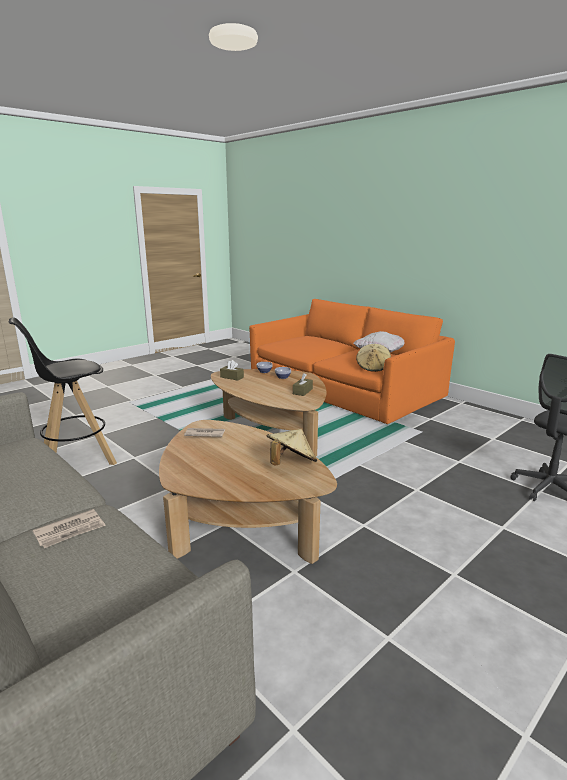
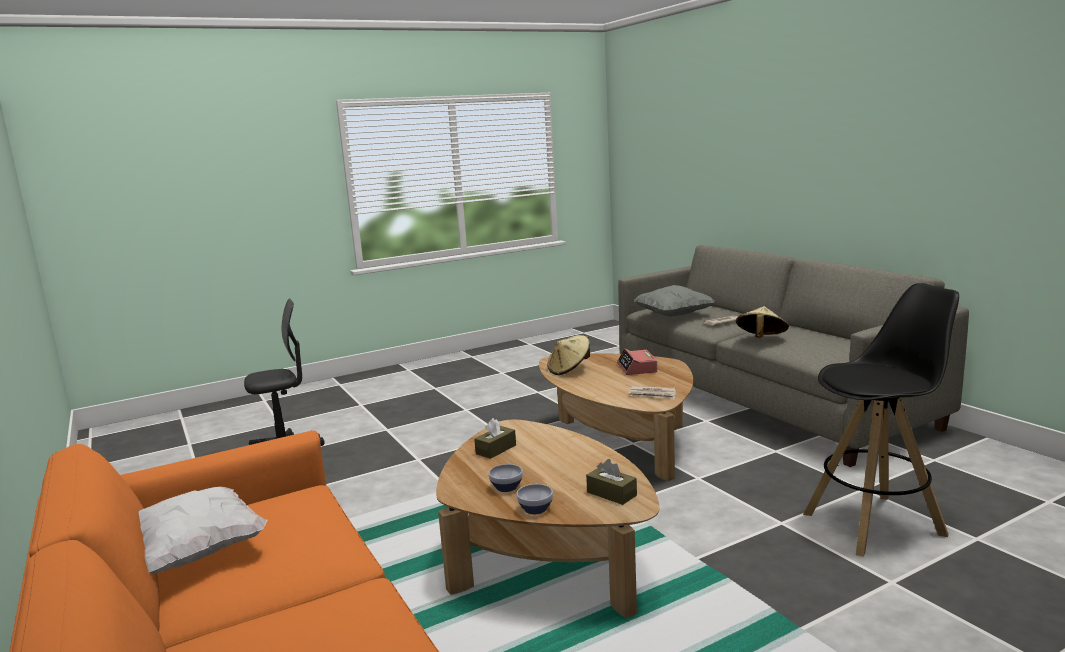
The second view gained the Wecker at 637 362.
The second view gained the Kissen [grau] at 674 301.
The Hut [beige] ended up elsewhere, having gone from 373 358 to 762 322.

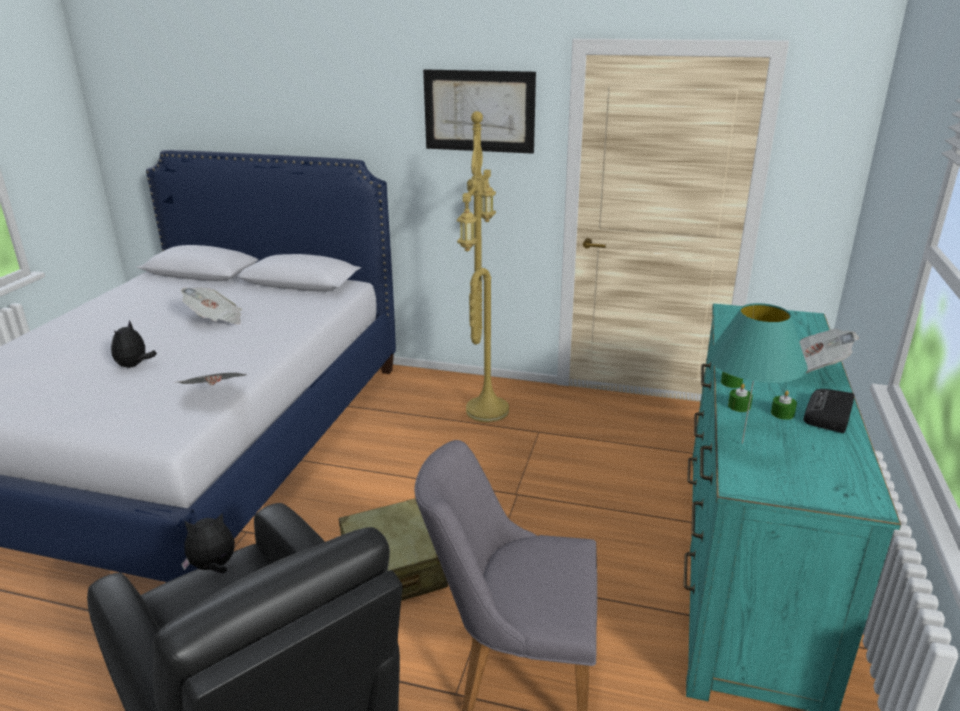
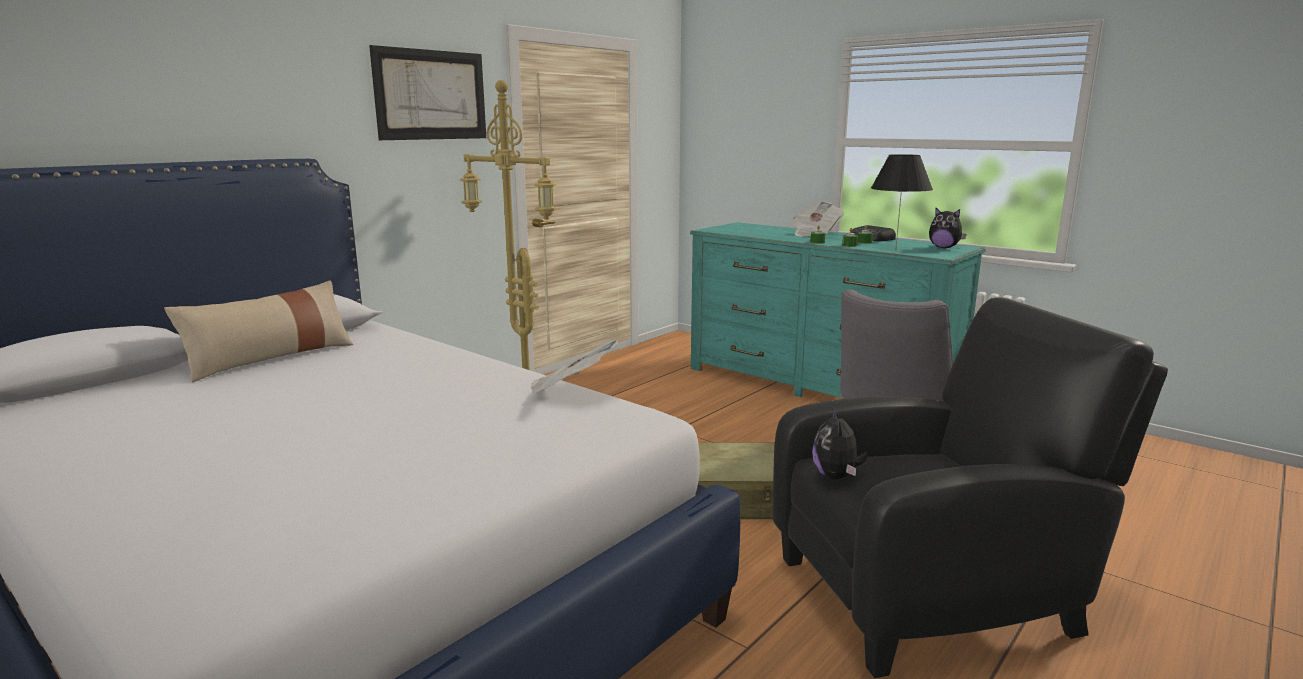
The second view gained the Kissen [beige] at 258 331.
What was the Tischlampe [türkis] at 758 373 turned into the Tischlampe [schwarz] at 902 202.
The Plüschtier ended up elsewhere, having gone from 134 344 to 948 228.
The second view lost the Zeitung at 211 305.

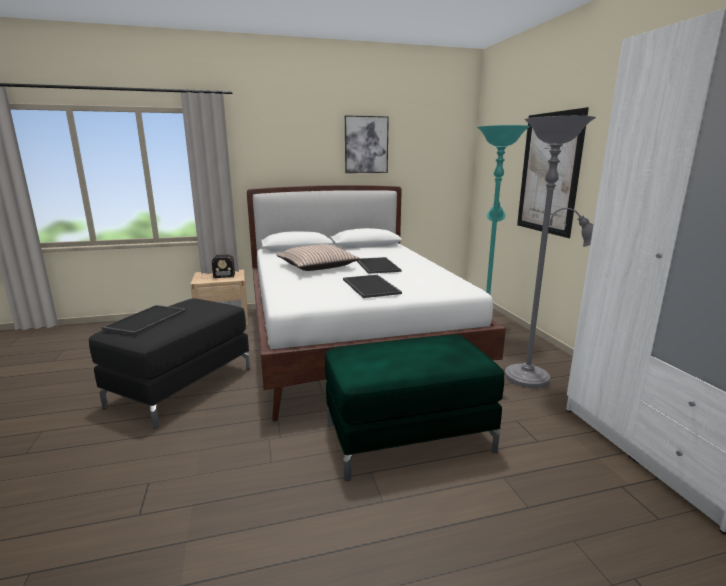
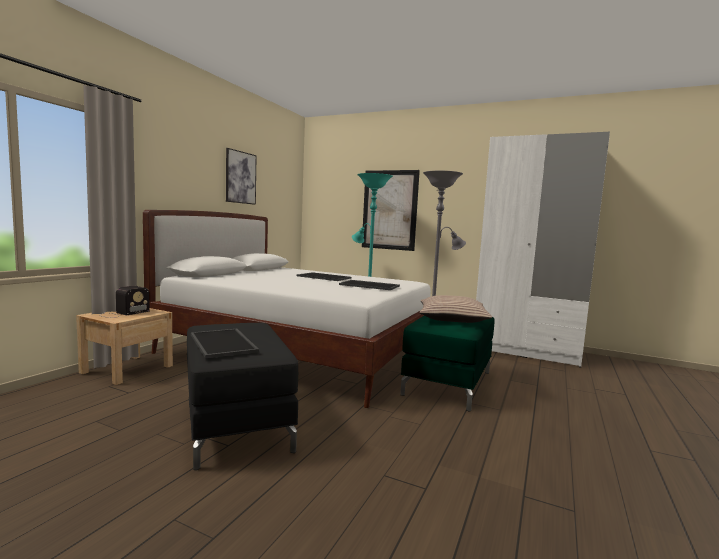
The Kissen ended up elsewhere, having gone from 318 257 to 456 309.

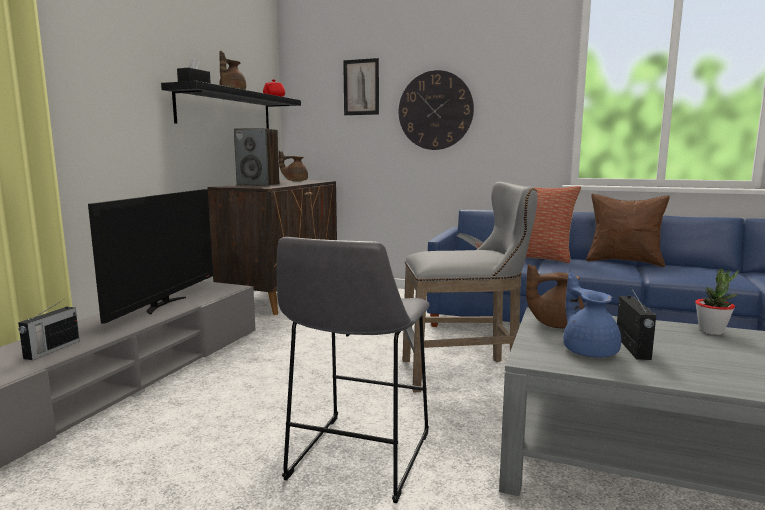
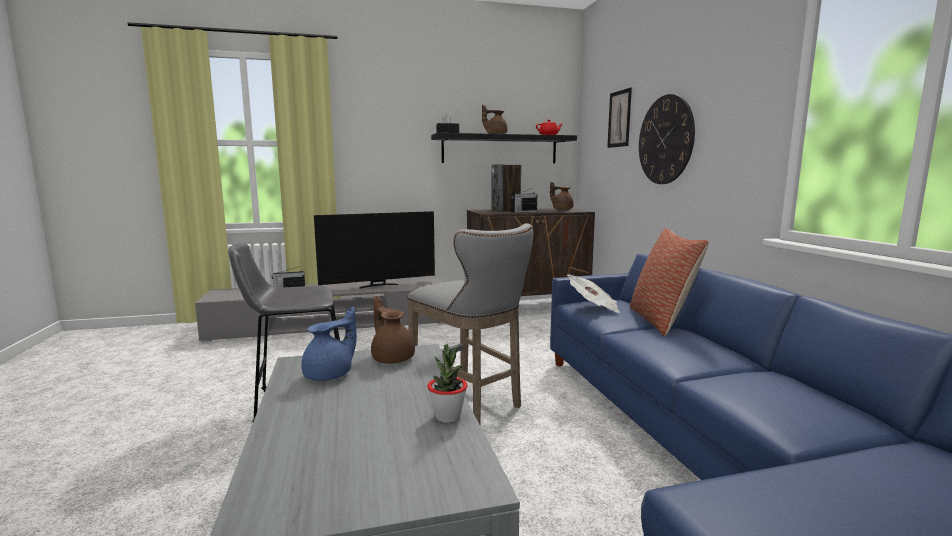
The Radio ended up elsewhere, having gone from 636 323 to 524 200.
The second view lost the Kissen [braun] at 628 230.

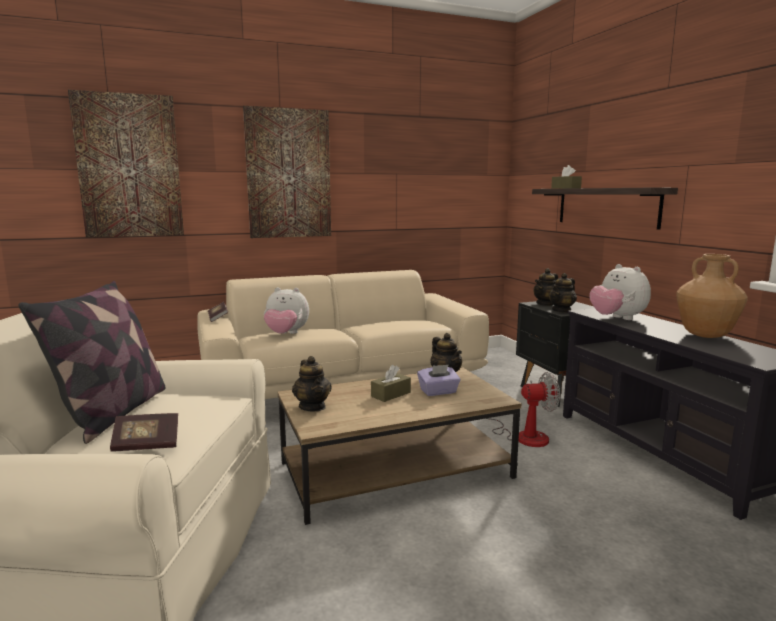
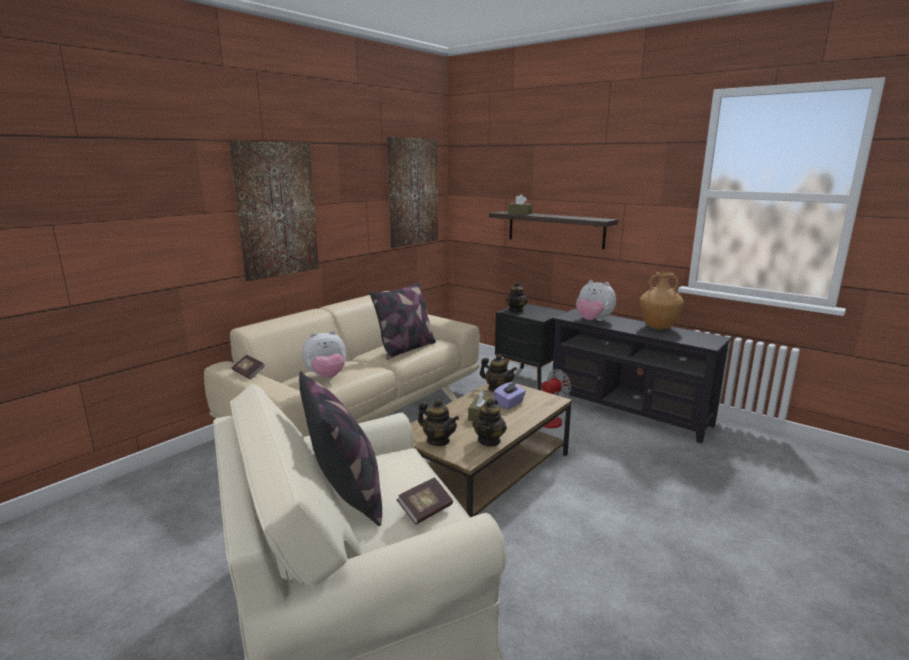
The second view gained the Kissen at 402 320.
The Bild ended up elsewhere, having gone from 126 163 to 412 192.
The Teekanne ended up elsewhere, having gone from 563 293 to 489 423.

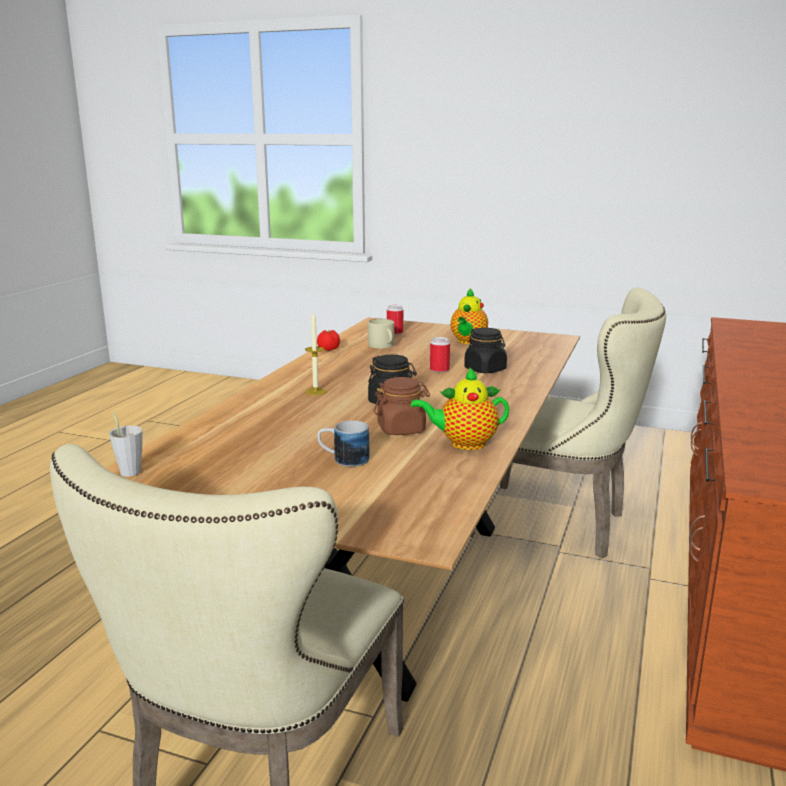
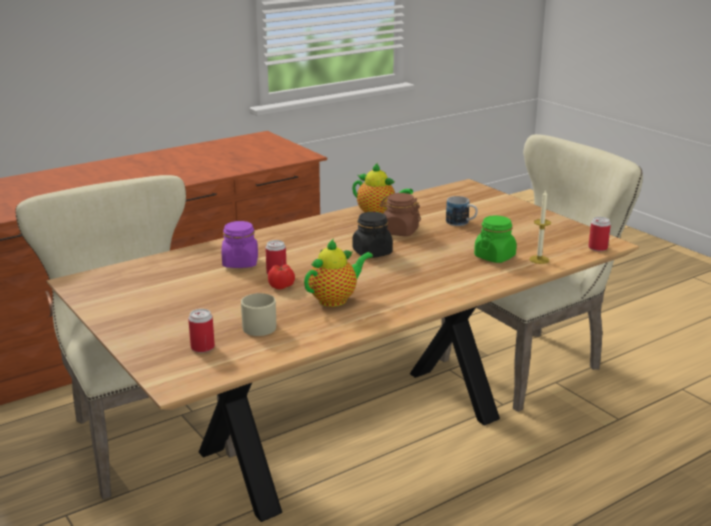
What was the Vorratsglas [schwarz] at 485 350 turned into the Vorratsglas [lila] at 240 244.
The Tomate ended up elsewhere, having gone from 328 340 to 281 276.
The Teekanne ended up elsewhere, having gone from 469 316 to 338 272.
The second view gained the Vorratsglas [grün] at 495 239.
The Kerze ended up elsewhere, having gone from 316 354 to 540 226.
Where the Tasse [grau] stood at 126 444, the Dose came to stand at 600 234.

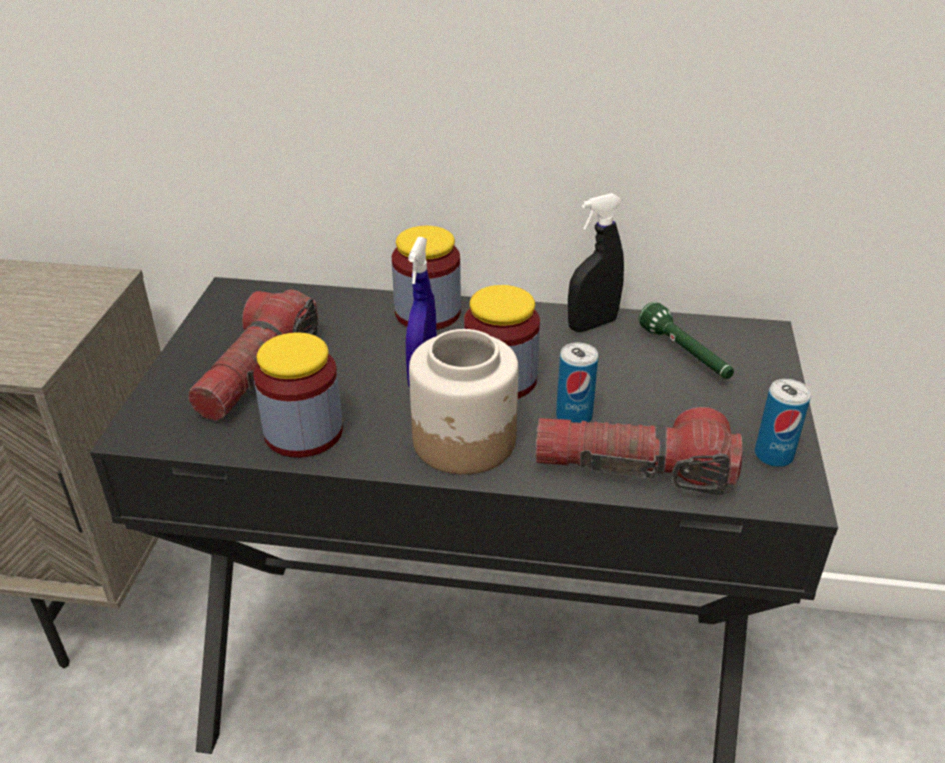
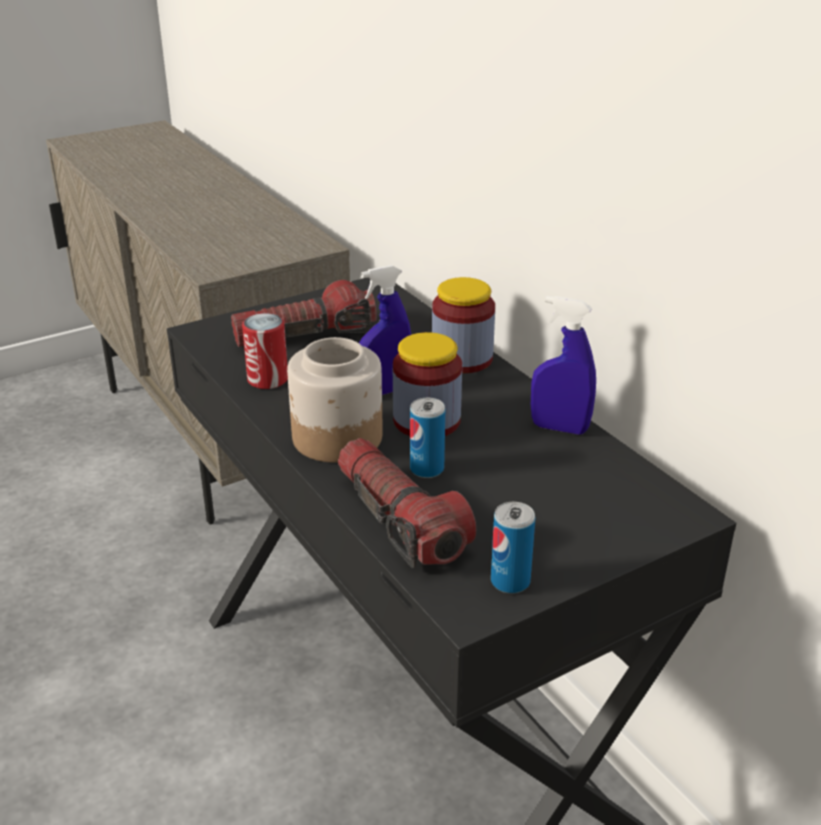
Where the Vorratsglas stood at 298 395, the Dose came to stand at 265 351.
What was the Sprühflasche [schwarz] at 596 262 turned into the Sprühflasche [blau] at 563 365.
The second view lost the Taschenlampe [grün] at 686 340.

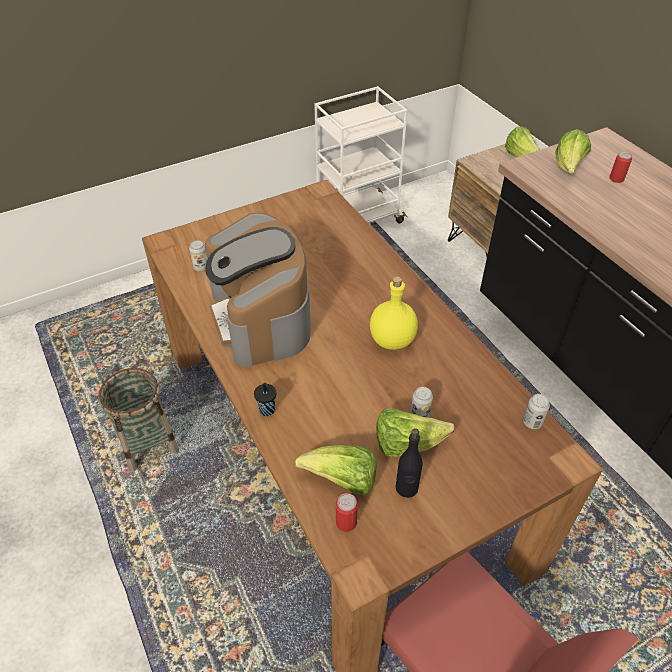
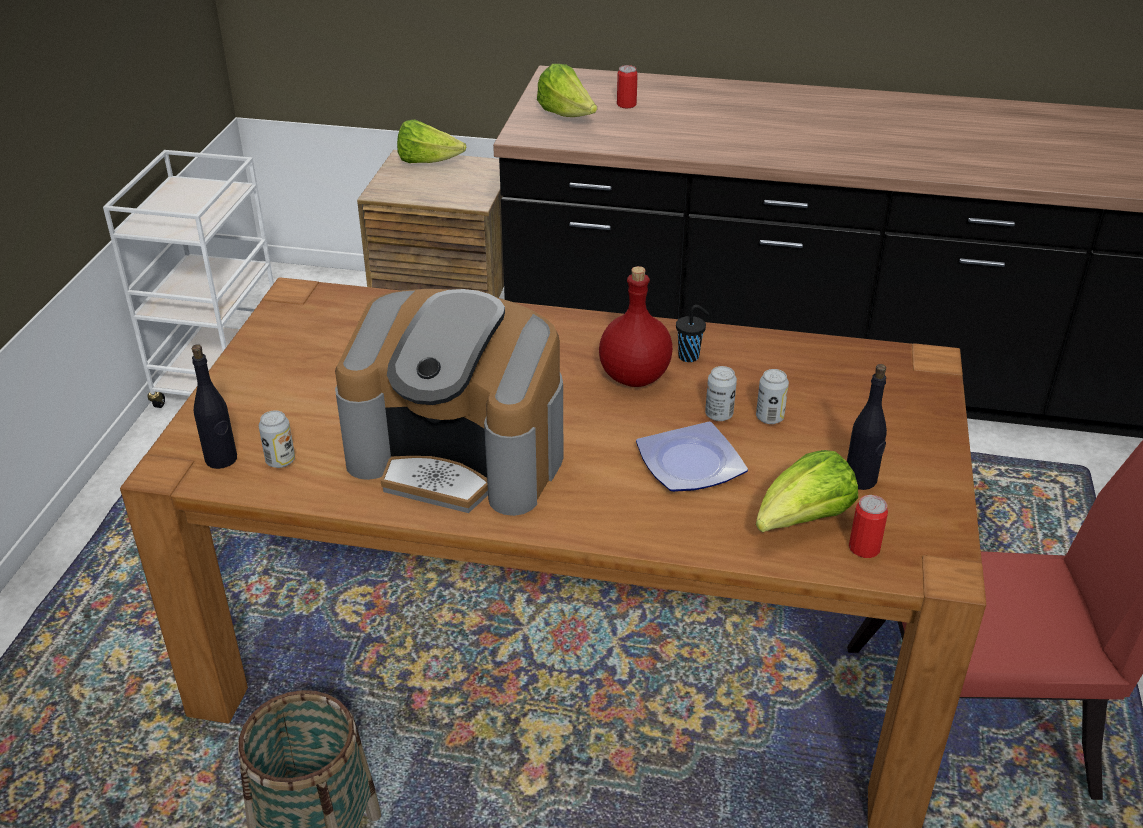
The second view gained the Flasche [schwarz] at 214 406.
What was the Flasche [gelb] at 394 313 turned into the Flasche [rot] at 636 326.
The second view gained the Teller at 692 456.
The Tasse [schwarz] ended up elsewhere, having gone from 265 399 to 692 333.
The Dose ended up elsewhere, having gone from 536 411 to 721 393.
The second view lost the Salatkopf at 415 432.

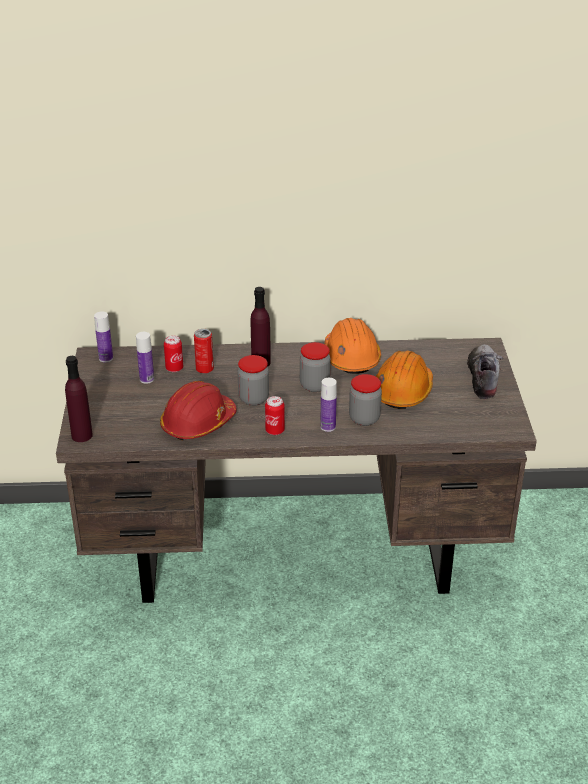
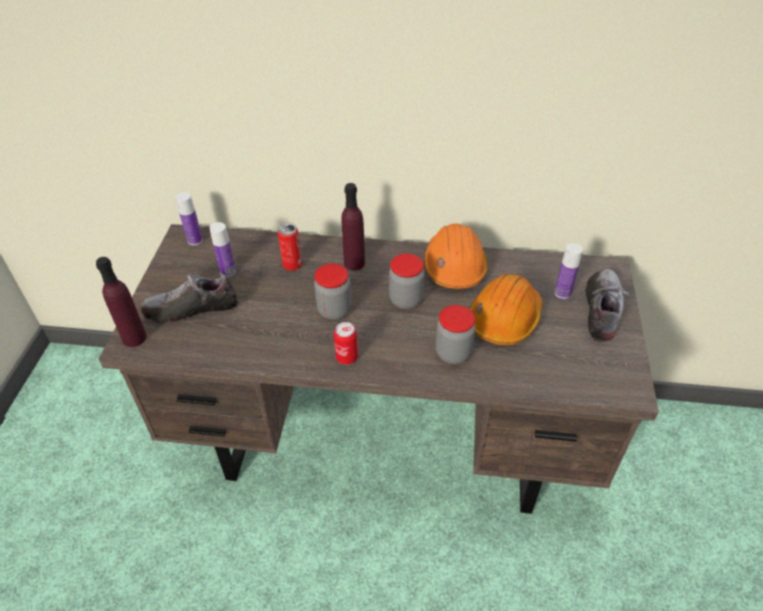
The second view gained the Schuh at 190 297.
The Flasche ended up elsewhere, having gone from 328 405 to 568 271.
The second view lost the Schutzhelm [rot] at 198 411.
The second view lost the Dose at 173 354.

